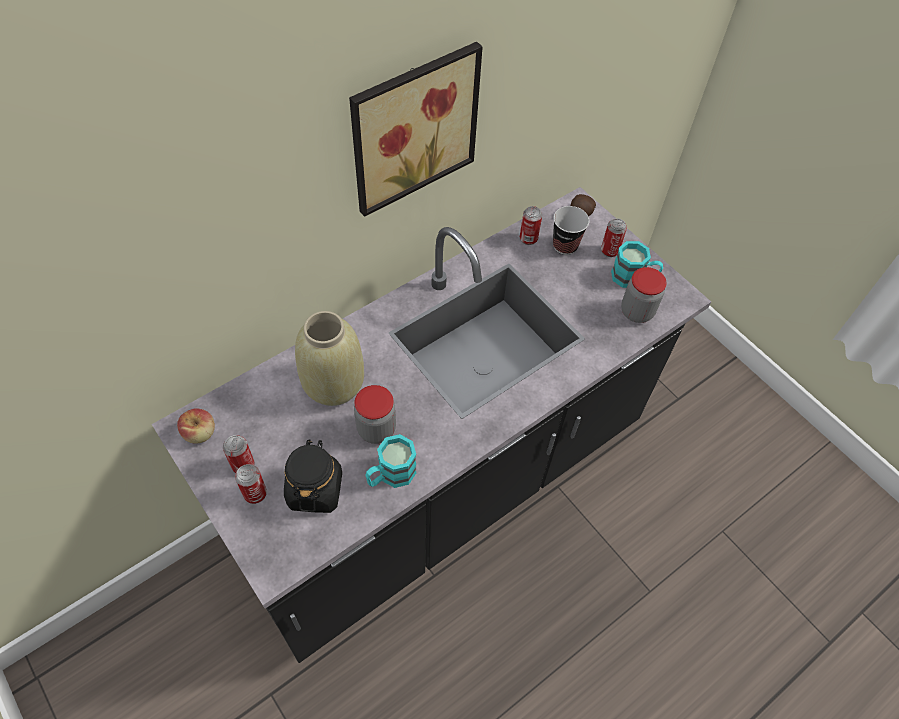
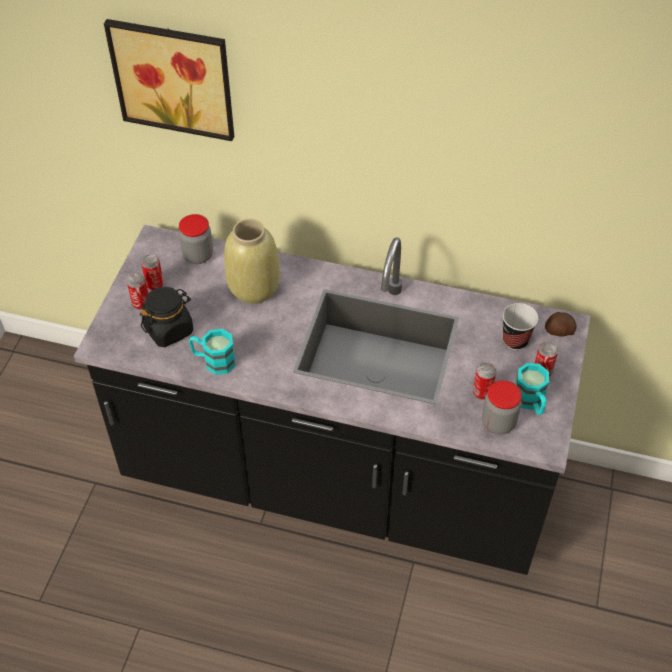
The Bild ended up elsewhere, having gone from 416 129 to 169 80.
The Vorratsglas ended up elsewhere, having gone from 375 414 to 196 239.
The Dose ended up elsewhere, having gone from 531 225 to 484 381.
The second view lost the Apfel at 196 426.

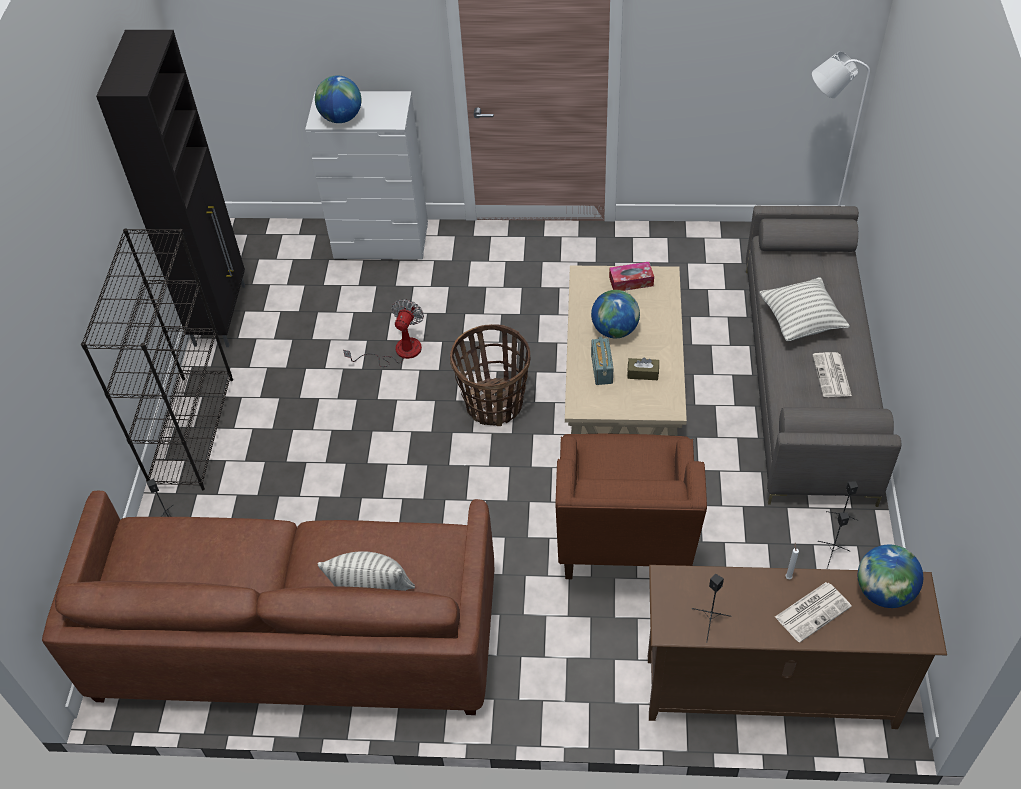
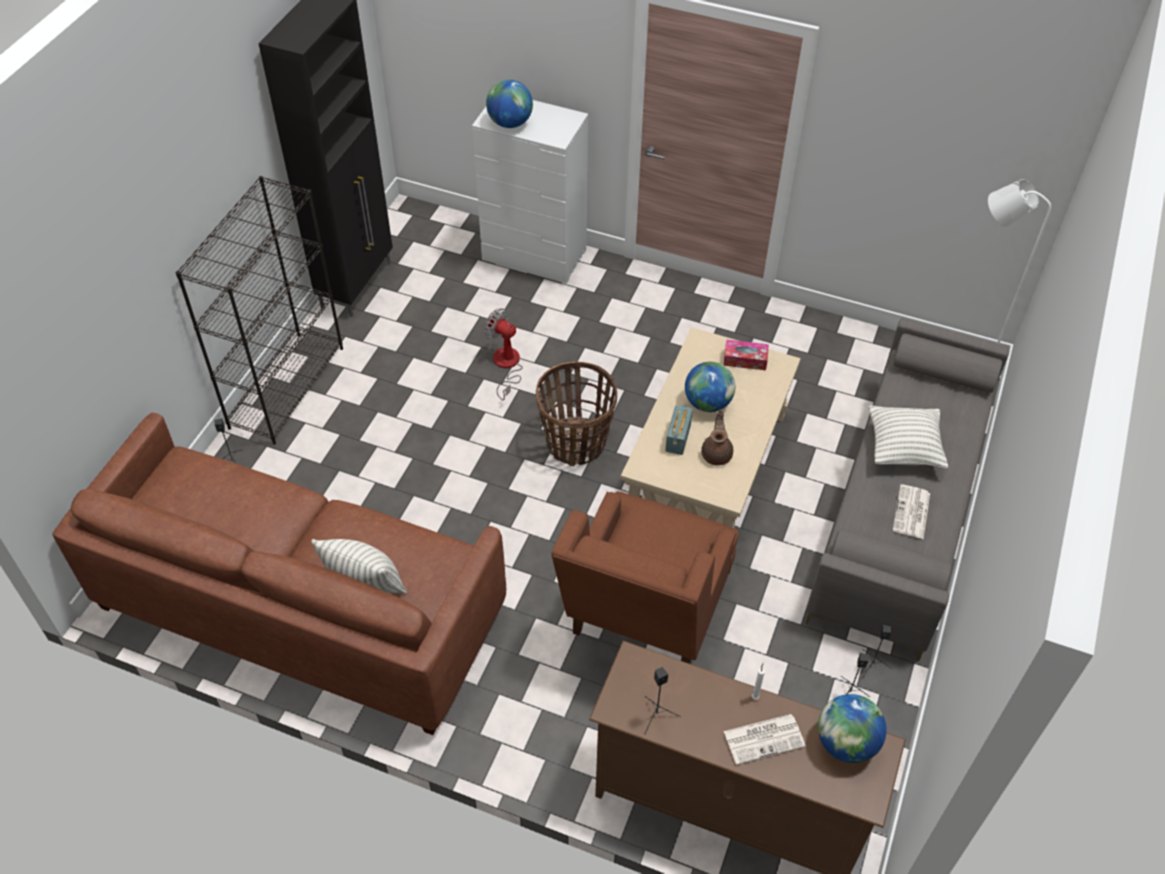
The Ventilator at 383 333 ended up facing another way, 90 degrees counterclockwise from before.
Where the Taschentuchbox [braun] stood at 643 368, the Teekanne [braun] came to stand at 717 437.

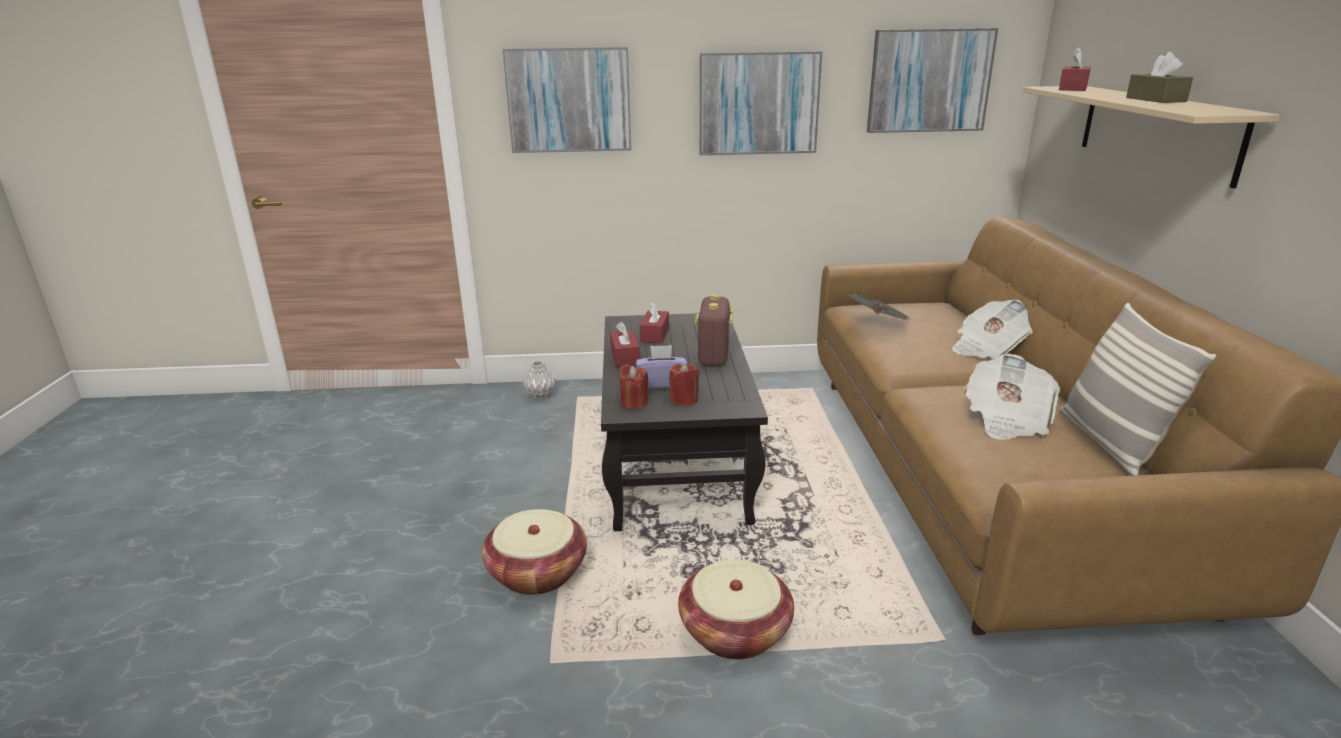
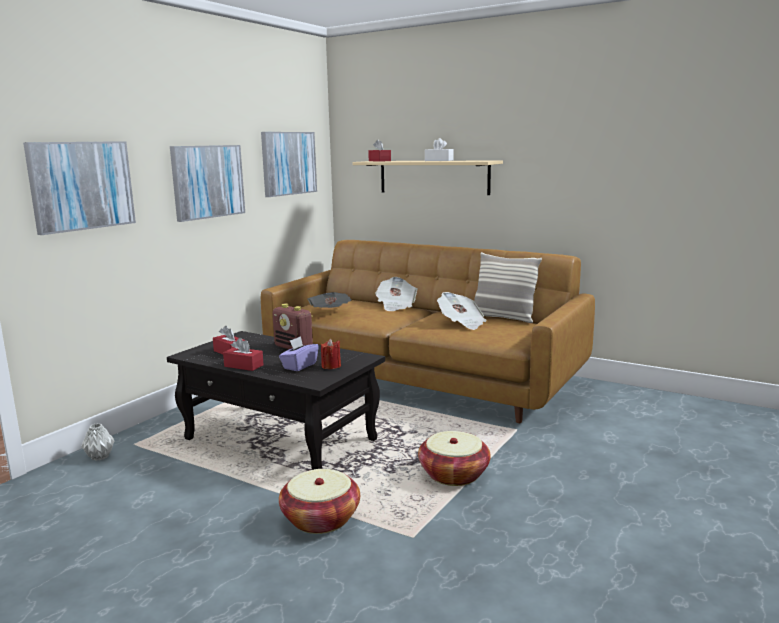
What was the Taschentuchbox [braun] at 1159 77 turned into the Taschentuchbox [weiß] at 439 149.
The second view lost the Kerze [rot] at 634 387.

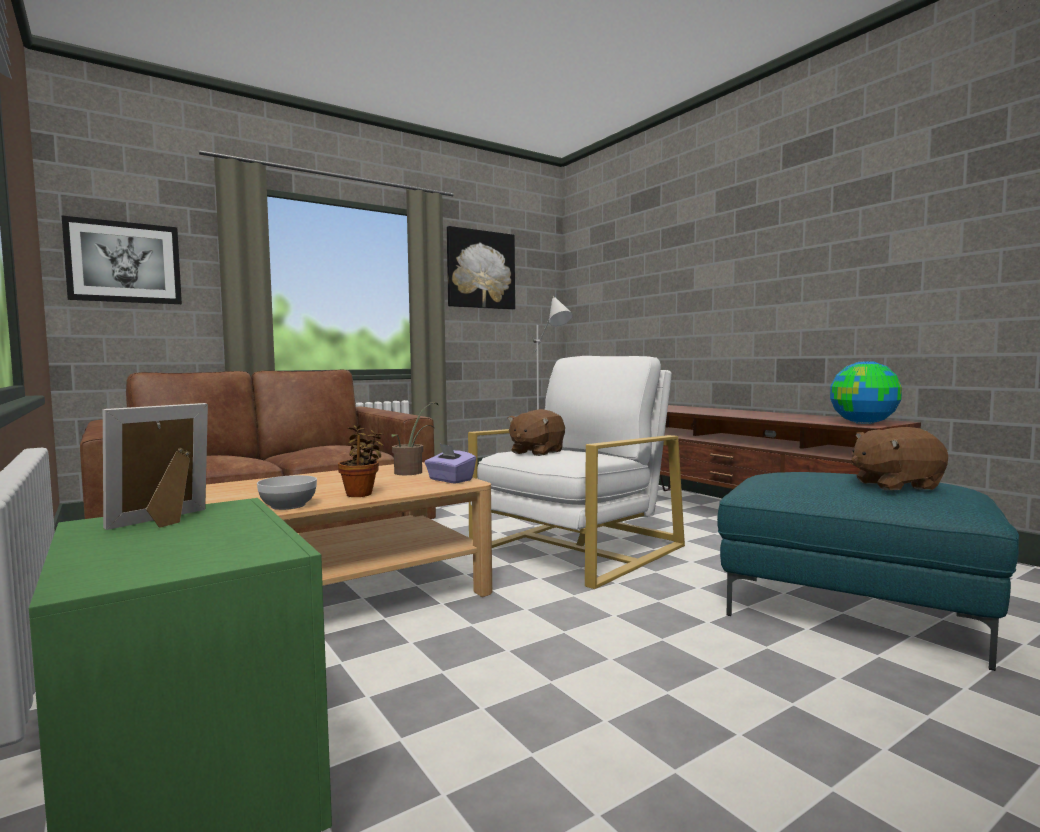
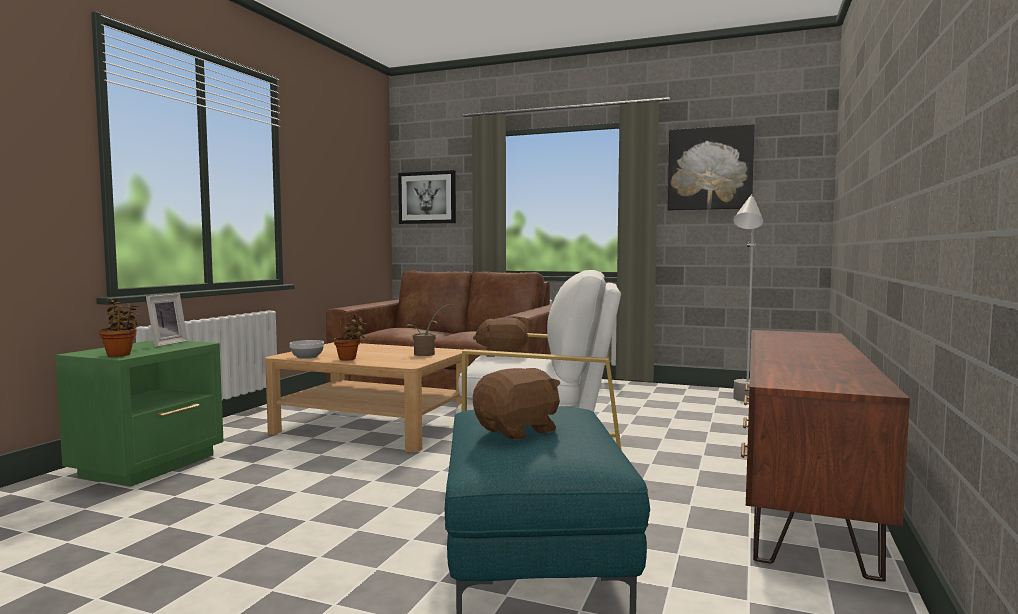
The second view gained the Topfpflanze at 119 328.
The Bilderrahmen at 155 466 ended up facing another way, 105 degrees clockwise from before.
The Plüschtier [braun] at 899 458 ended up facing another way, 90 degrees clockwise from before.
The second view lost the Taschentuchbox [lila] at 450 463.
The second view lost the Globus at 866 393.

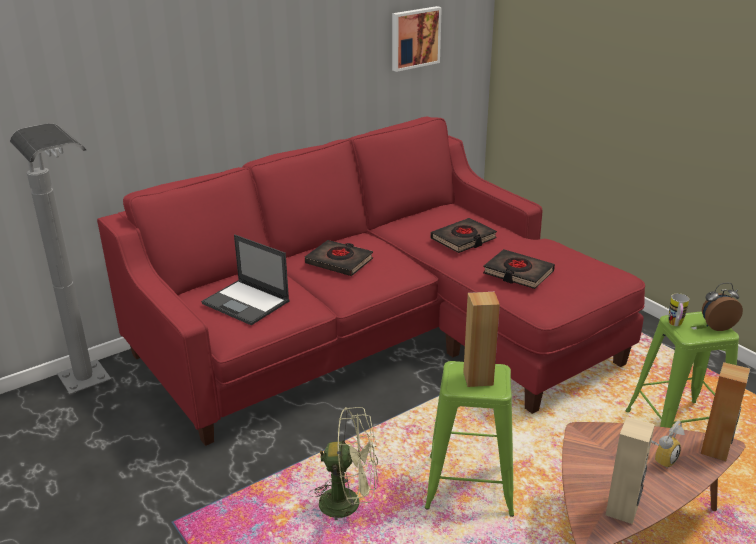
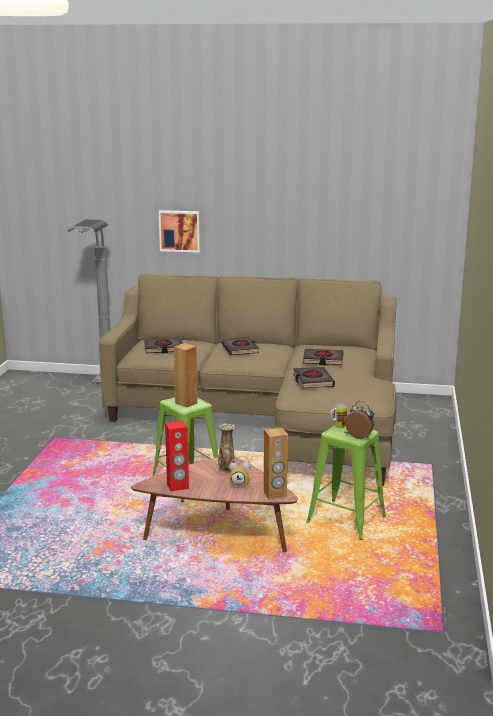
What was the Sofa [rot] at 371 281 turned into the Sofa [beige] at 247 380.
Where the Laptop stood at 245 279, the Buch [schwarz] came to stand at 163 346.
The Bild ended up elsewhere, having gone from 417 39 to 179 231.
What was the Lautsprecher [beige] at 630 470 turned into the Lautsprecher [rot] at 177 456.
The second view gained the Vase at 226 448.
The second view lost the Ventilator [grün] at 343 467.

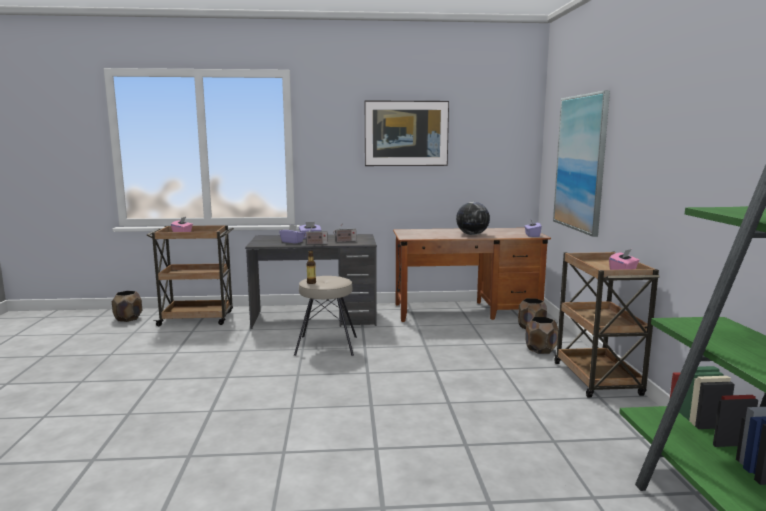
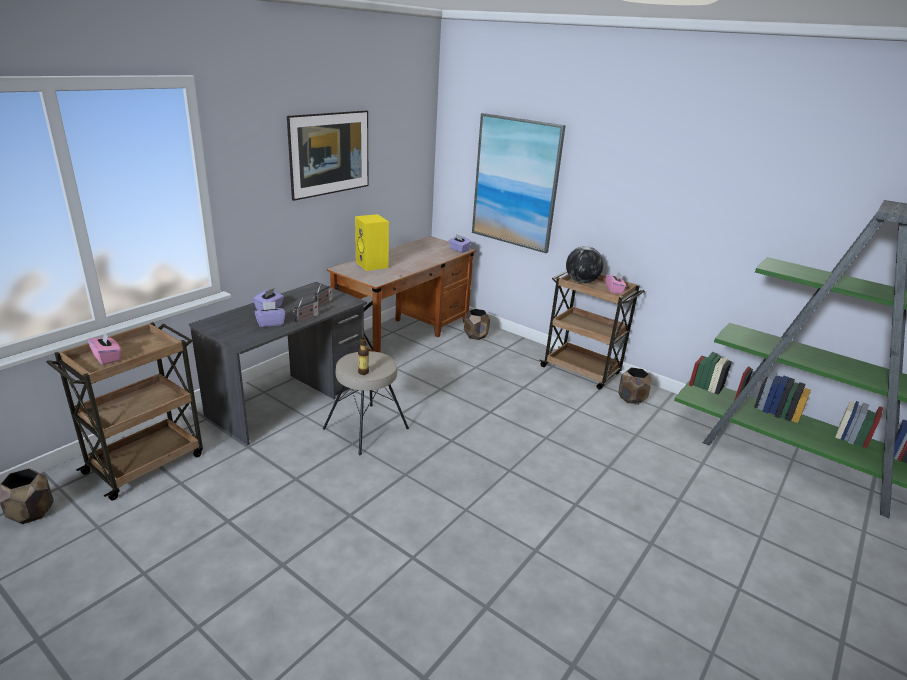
The second view gained the Lautsprecher [gelb] at 372 242.
The Globus ended up elsewhere, having gone from 473 218 to 585 264.
The Pflanzkübel [braun] ended up elsewhere, having gone from 541 335 to 635 386.

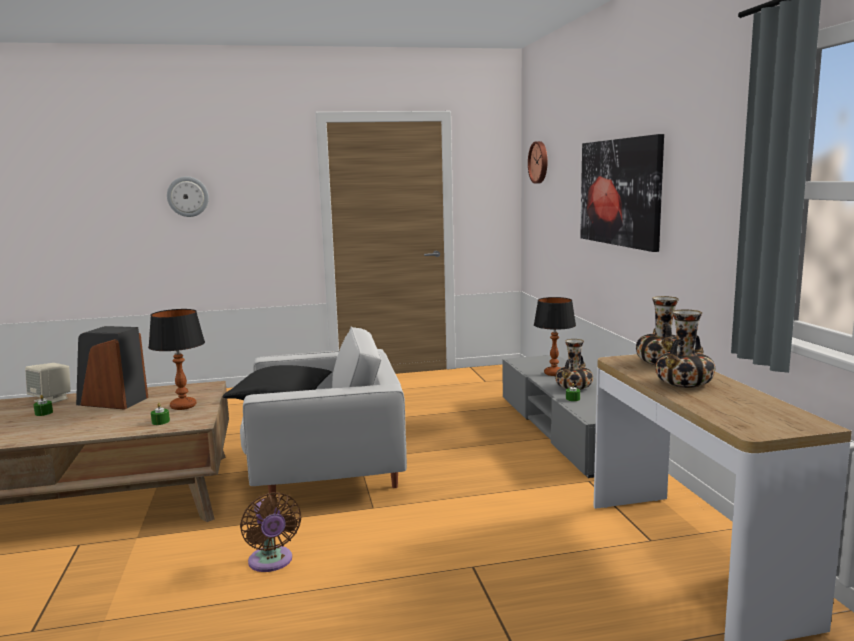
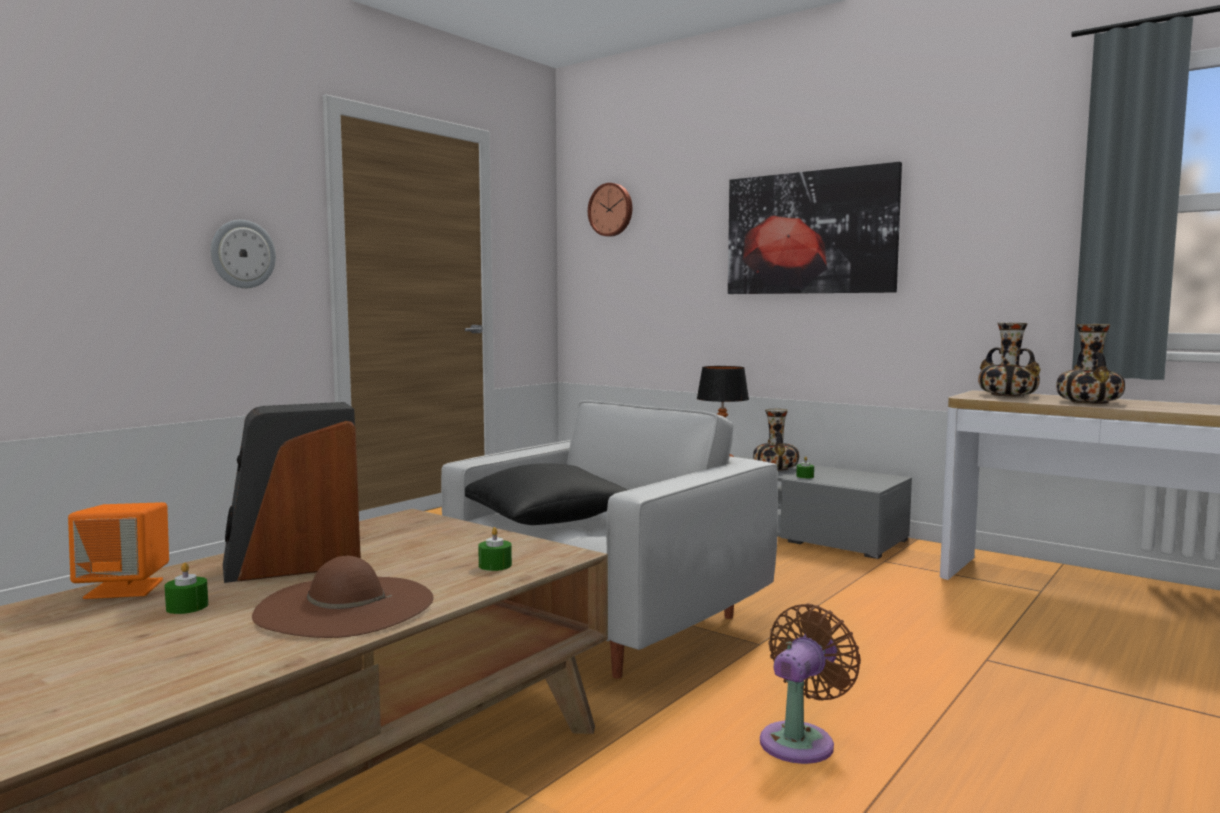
What was the Lautsprecher [beige] at 48 383 turned into the Lautsprecher [orange] at 118 550.
The Wanduhr ended up elsewhere, having gone from 188 196 to 243 254.
The second view gained the Hut [braun] at 343 597.
The Ventilator [braun] at 270 532 ended up facing another way, 75 degrees counterclockwise from before.
The second view lost the Tischlampe at 176 359.

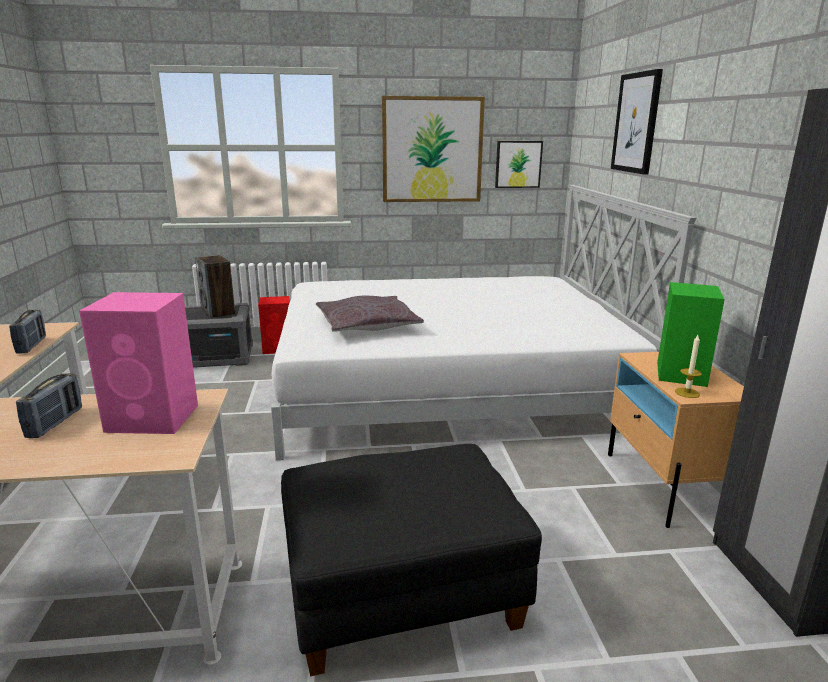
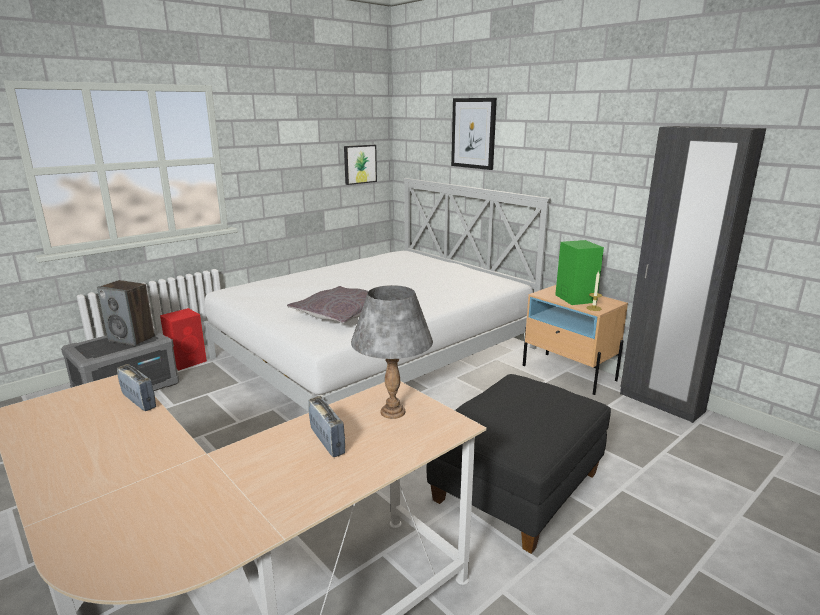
Where the Lautsprecher [rosa] stood at 138 363, the Tischlampe [grau] came to stand at 392 352.
The second view lost the Bild at 433 149.

